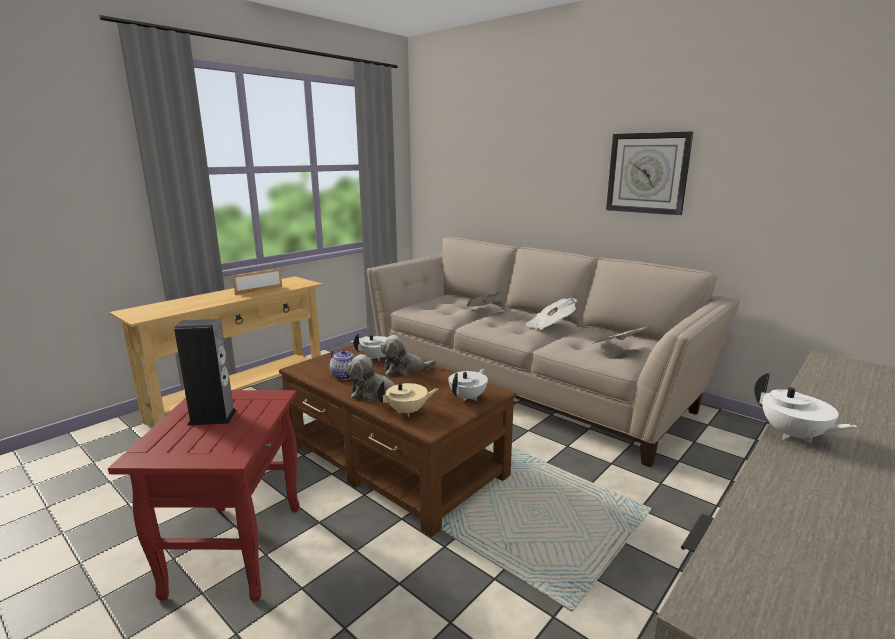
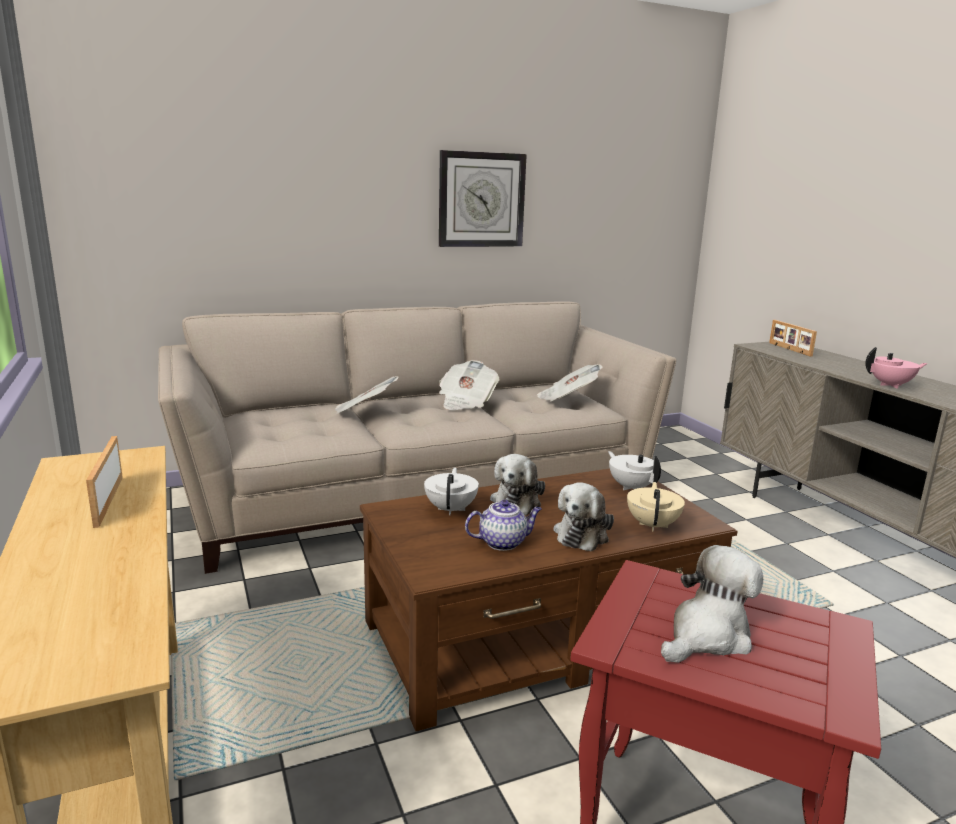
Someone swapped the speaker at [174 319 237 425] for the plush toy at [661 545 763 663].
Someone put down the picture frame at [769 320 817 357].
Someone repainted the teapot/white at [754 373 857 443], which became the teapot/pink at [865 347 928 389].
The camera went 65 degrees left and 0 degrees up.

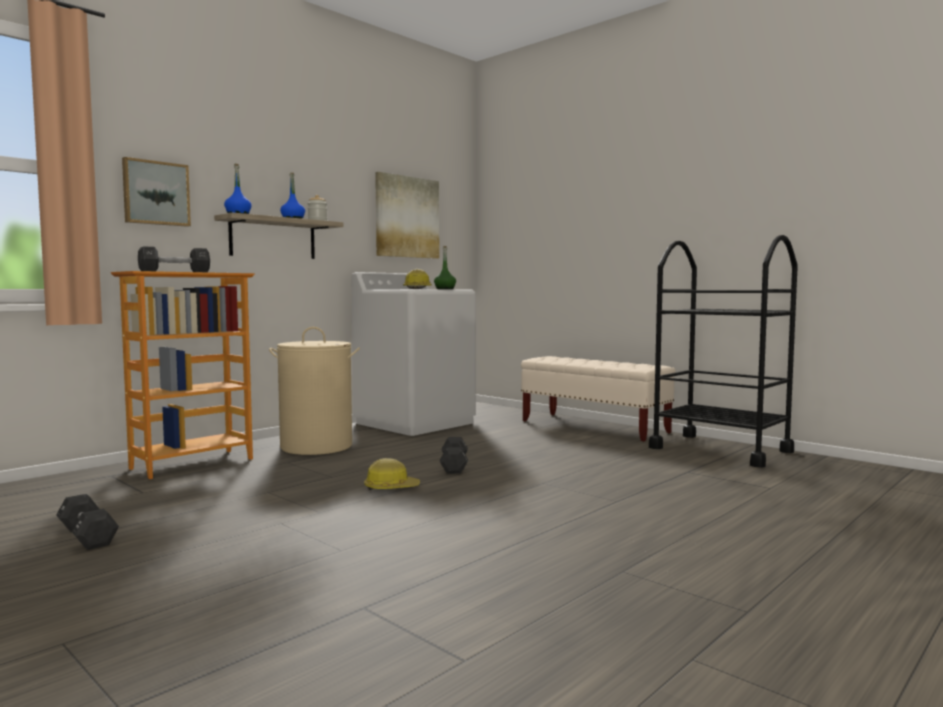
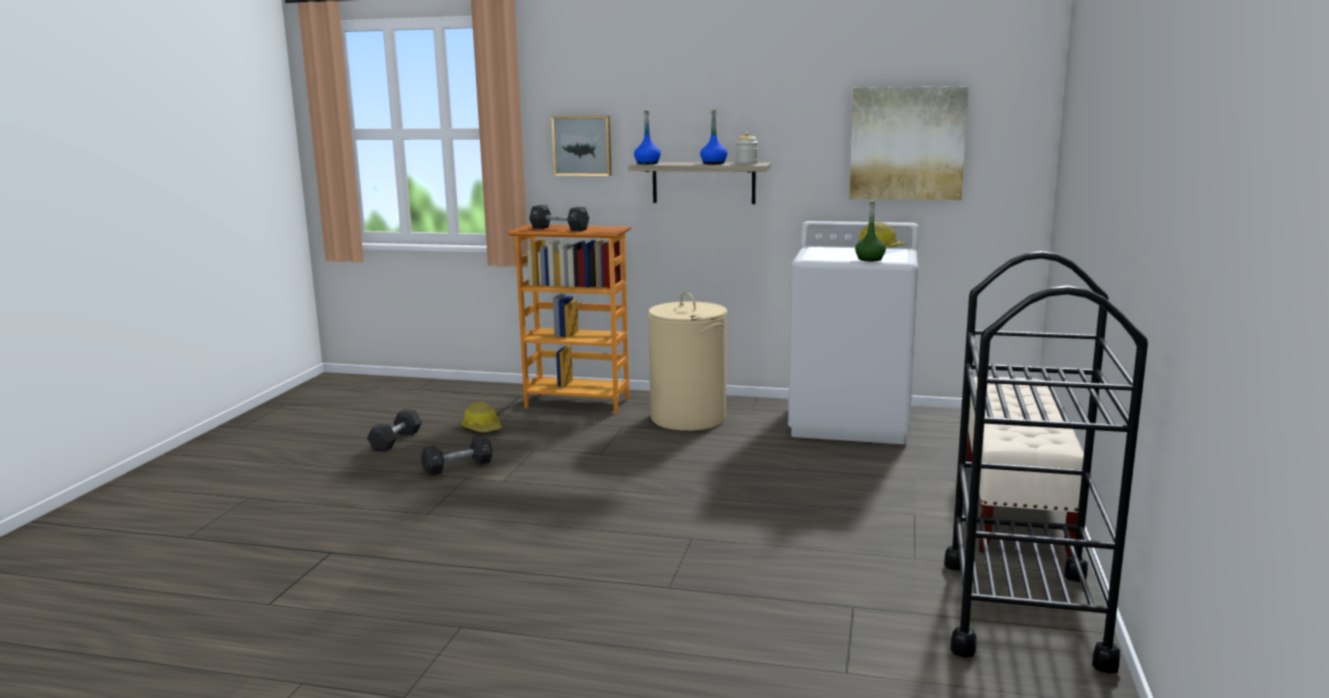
Someone carried the dumbbell/black from [440 437 468 474] to [421 435 493 476].
Someone carried the hard hat from [364 458 420 490] to [462 401 502 432].
The camera went 60 degrees right and 10 degrees up.

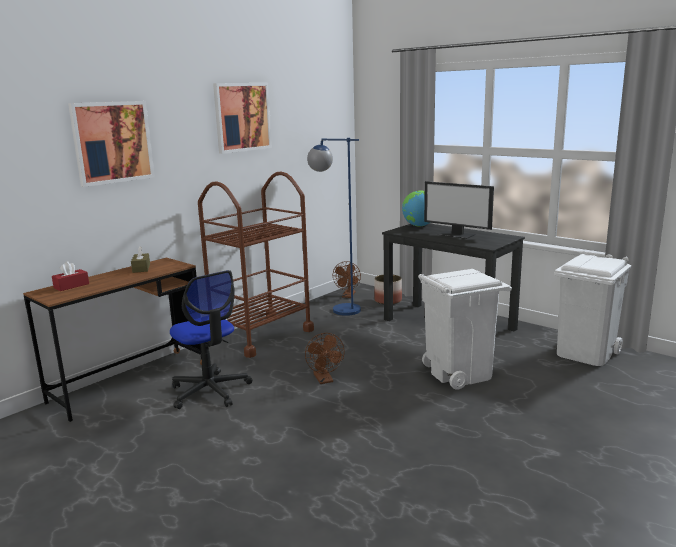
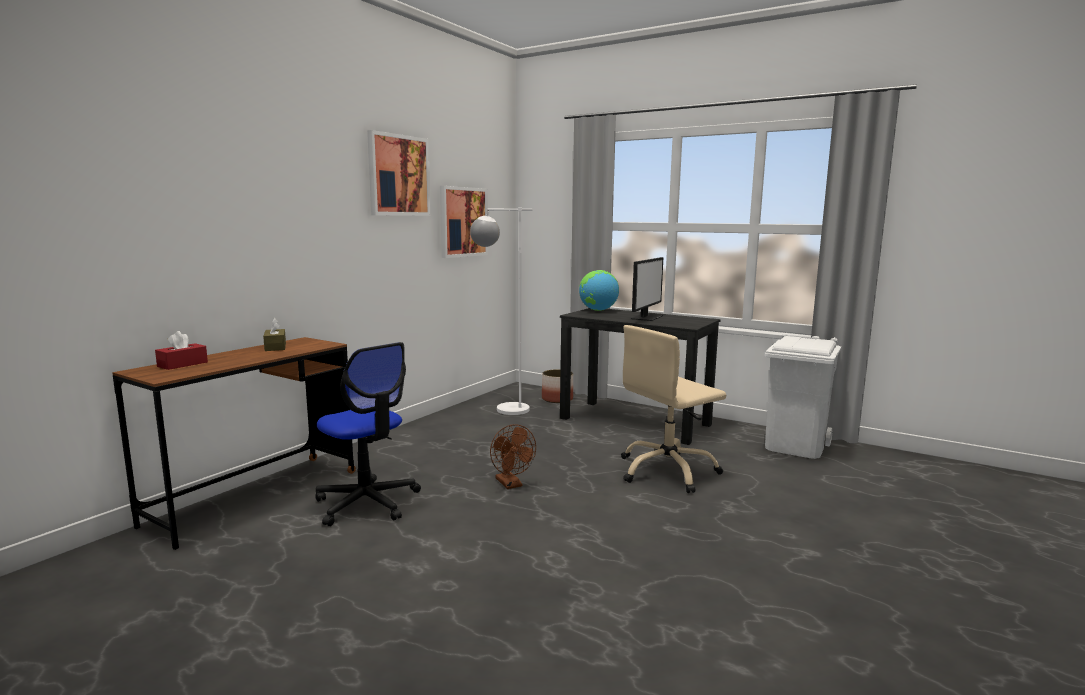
Someone carried the picture from [68 101 155 187] to [440 186 488 258].
Someone repainted the floor lamp/blue at [307 138 361 316], which became the floor lamp/white at [470 207 533 415].
Someone swapped the trash can/white at [418 269 512 390] for the office chair/beige at [621 325 726 493].
Someone rotated the monitor at [424 181 494 239] by 90 degrees counterclockwise.
Someone took away the cart/brown at [198 171 314 358].
Someone took away the fan/brown at [333 261 361 298].
The camera went 10 degrees left and 5 degrees down.

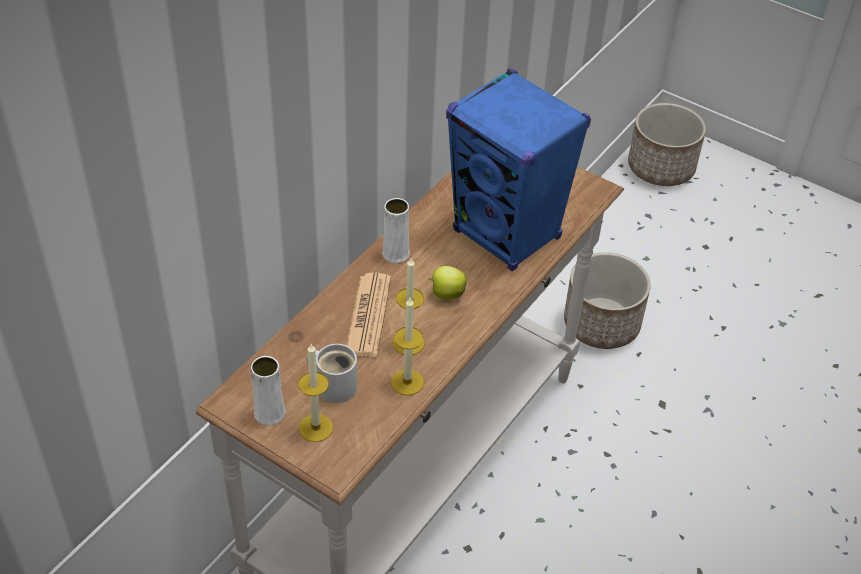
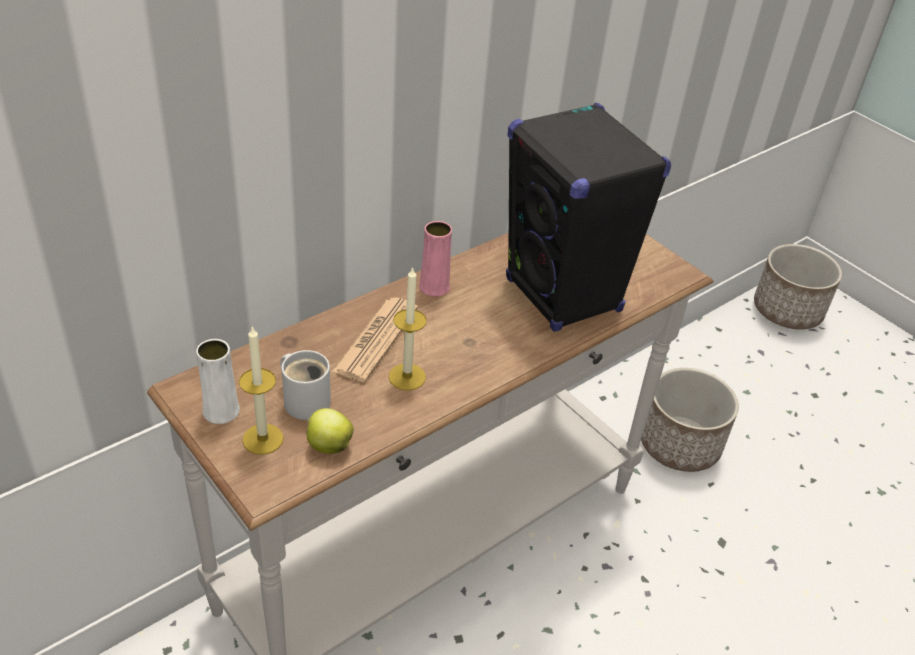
Someone carried the apple from [429 266 467 300] to [307 408 354 454].
Someone repainted the vase/white at [382 198 410 263], which became the vase/pink at [419 221 452 297].
Someone repainted the speaker/blue at [446 69 591 271], which became the speaker/black at [506 102 671 332].
Someone took away the candle at [391 298 424 395].
The camera went 15 degrees right and 5 degrees down.

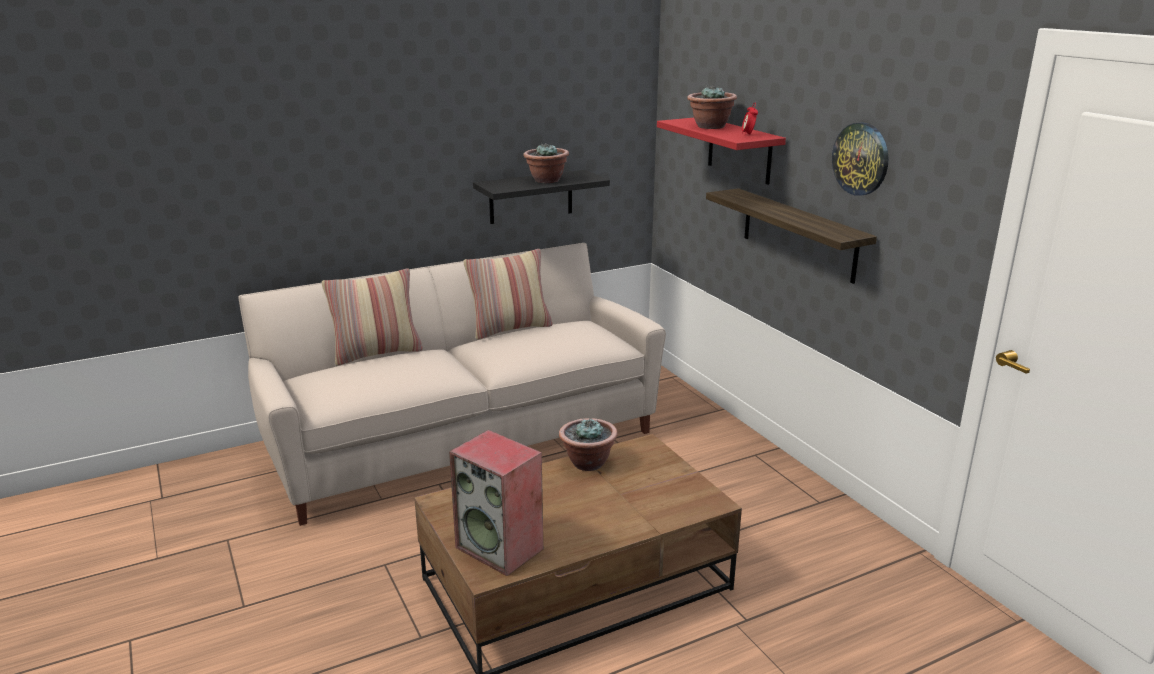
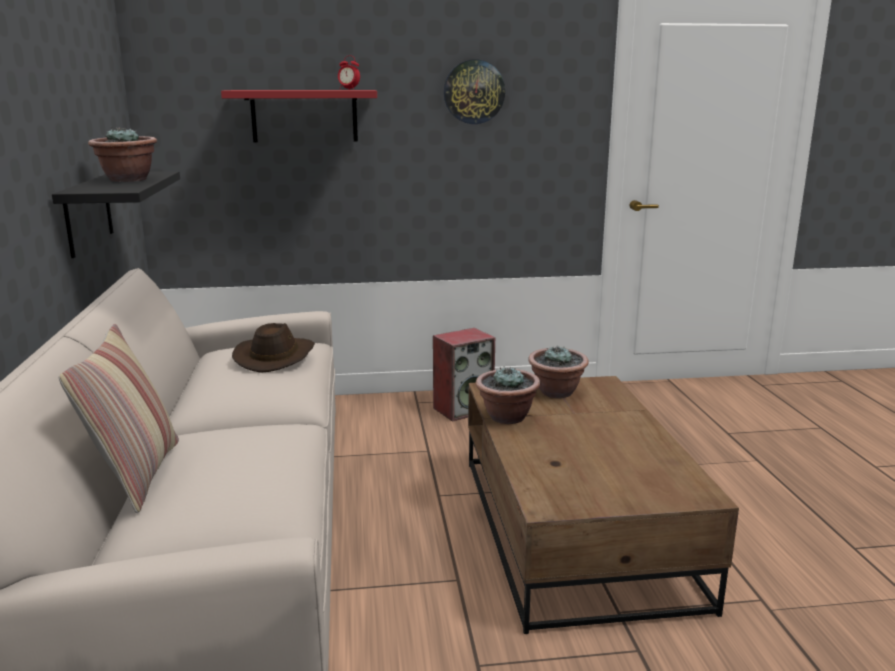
Someone put down the hat/brown at [232 323 315 373].
Someone carried the speaker from [449 430 543 576] to [433 328 495 422].
Someone carried the potted plant from [687 86 737 129] to [528 346 589 398].
Someone took away the pillow at [464 249 552 340].
Someone took away the shelf at [706 188 877 284].
The camera went 70 degrees left and 5 degrees down.

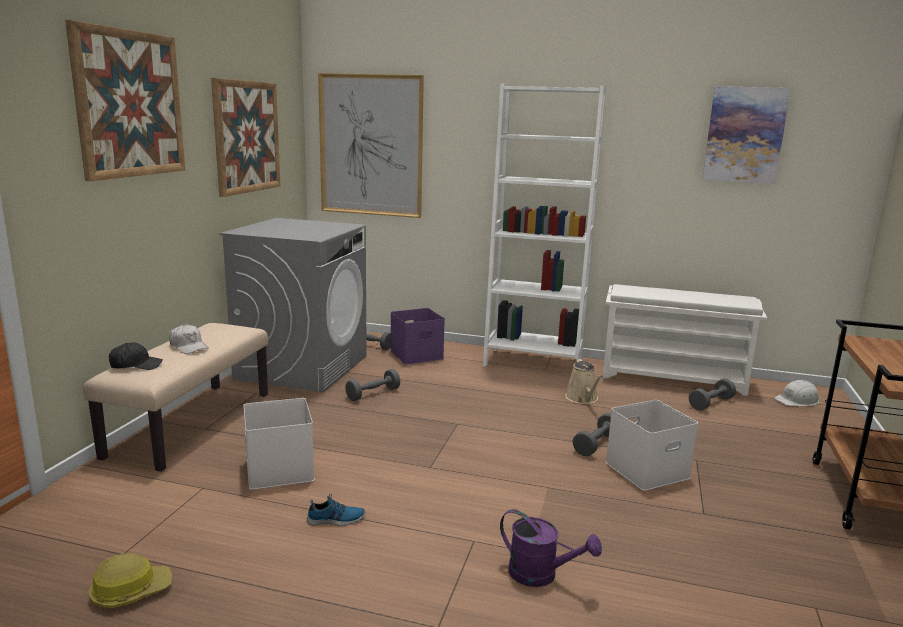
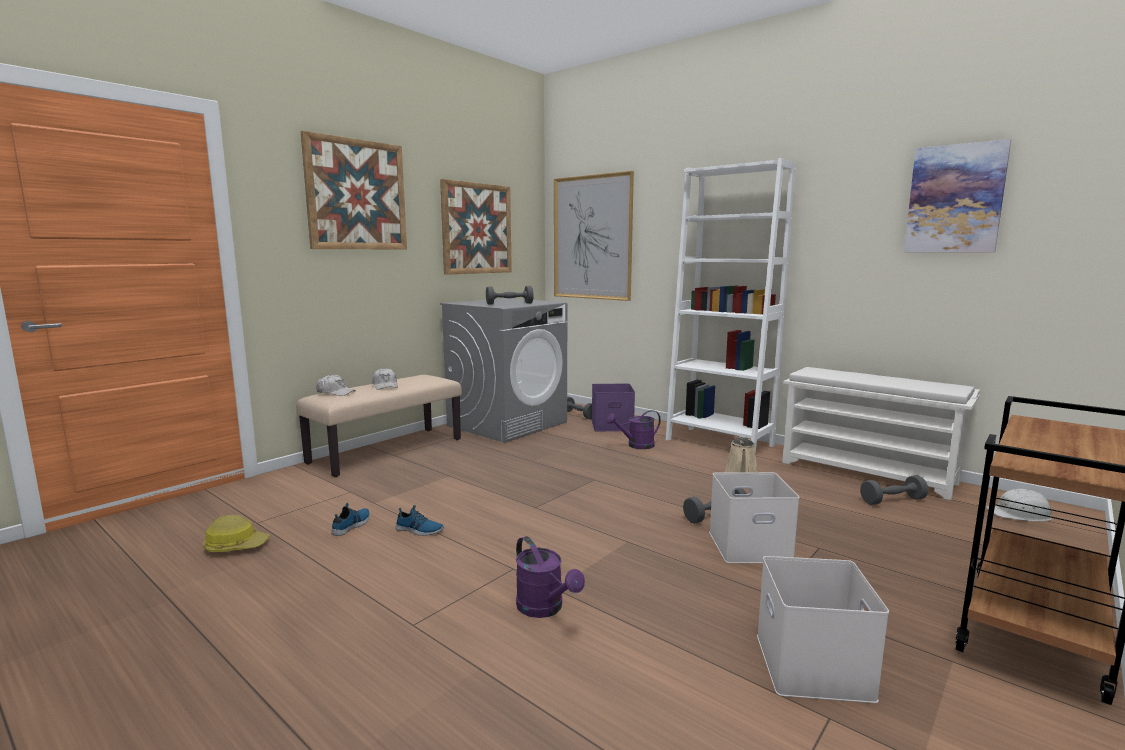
Someone repainted the cap/black at [109 342 163 370], which became the cap/white at [316 374 355 396].
Someone put down the shoe at [331 503 370 536].
Someone carried the dumbbell/grey from [345 369 400 401] to [486 286 533 304].
Someone put down the watering can/purple at [607 410 661 449].
Someone carried the storage box/white from [243 398 315 490] to [757 556 889 703].
The camera went 25 degrees right and 5 degrees down.

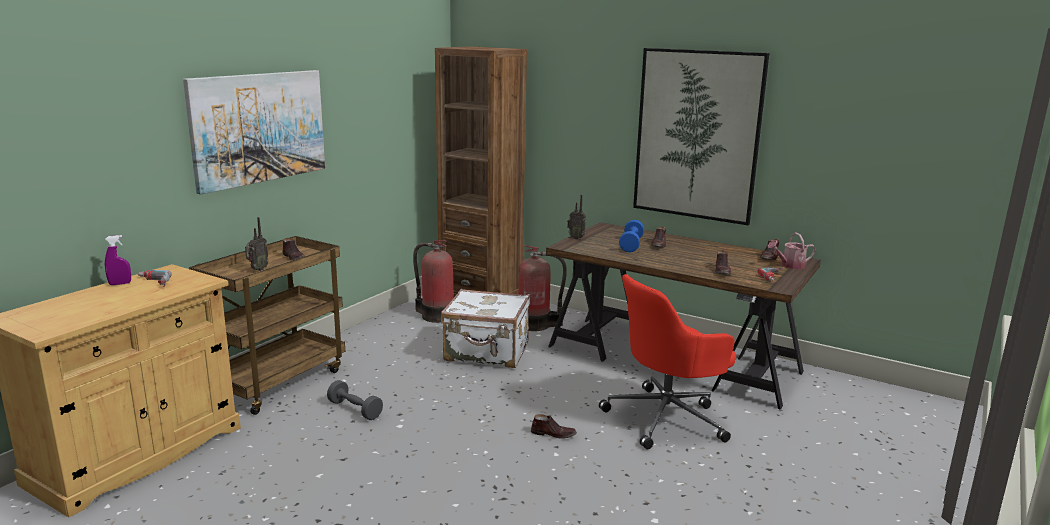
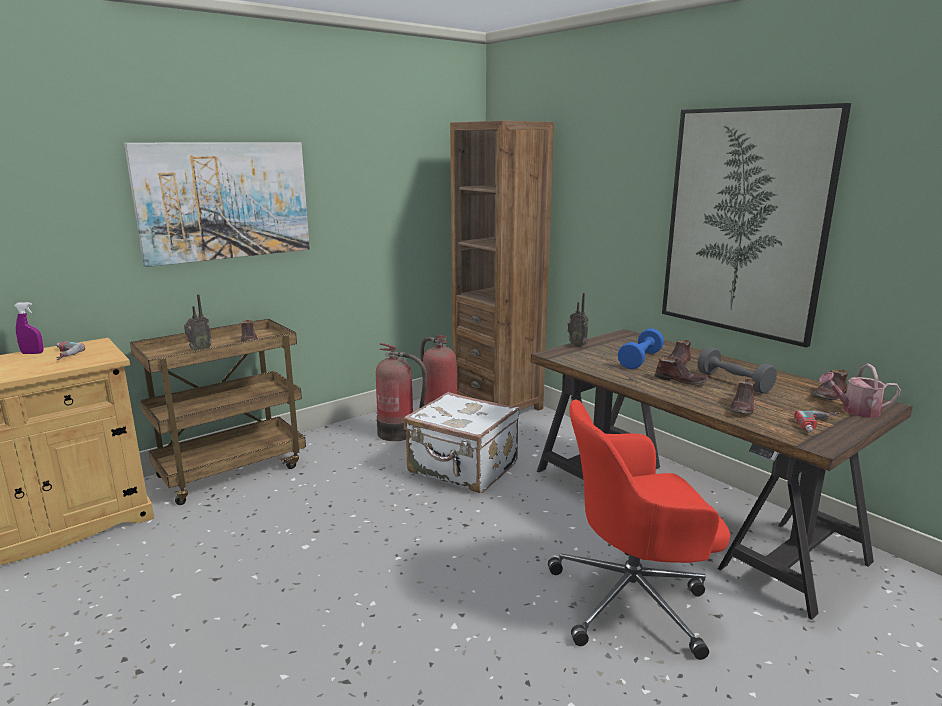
Someone carried the fire extinguisher from [518 245 567 331] to [376 343 427 441].
Someone carried the shoe/brown from [531 414 577 439] to [655 357 709 385].
Someone carried the dumbbell/grey from [327 380 383 420] to [697 347 777 394].
The camera went 20 degrees right and 0 degrees up.

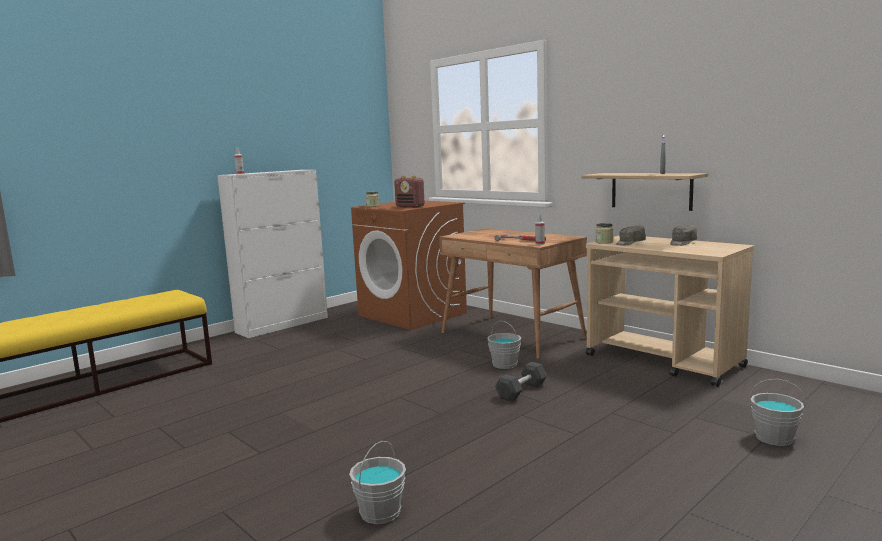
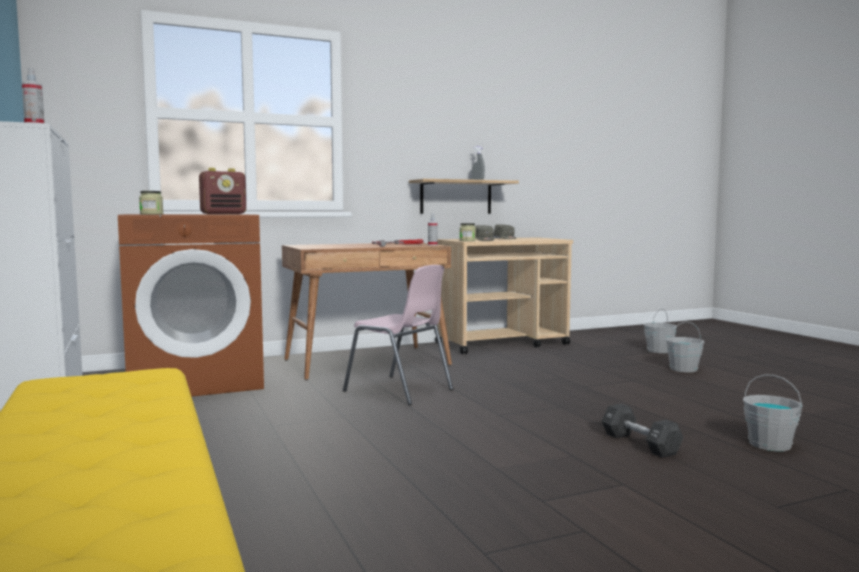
Someone put down the chair/pink at [343 265 453 405].
Someone carried the dumbbell/black from [495 362 547 402] to [601 404 683 458].
Someone carried the bucket/grey from [487 321 521 369] to [666 322 704 372].
The camera went 70 degrees left and 5 degrees down.

